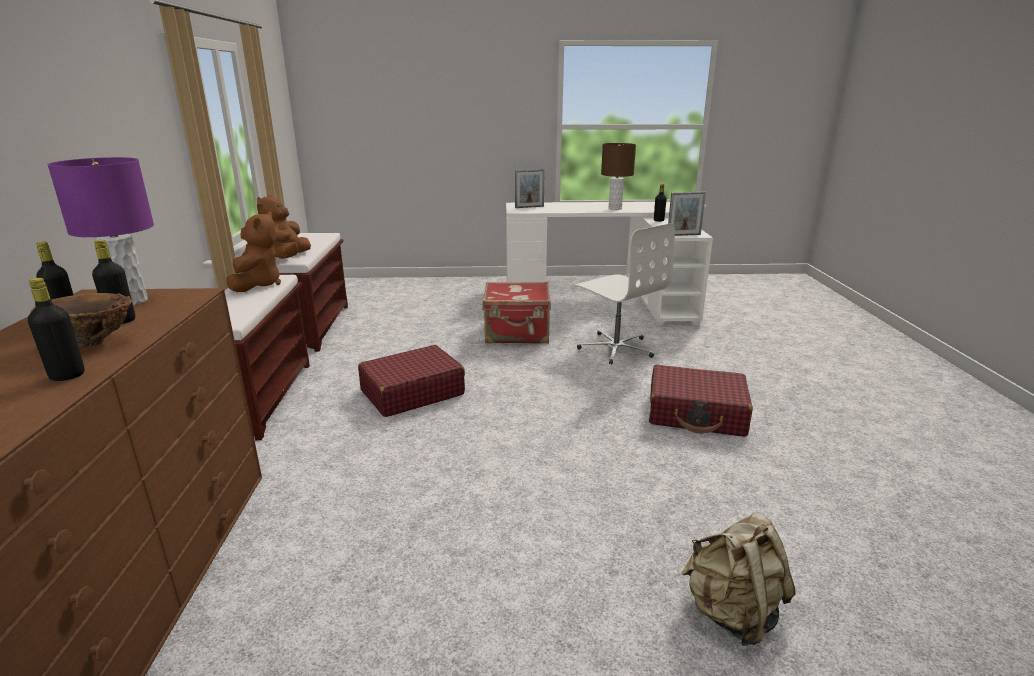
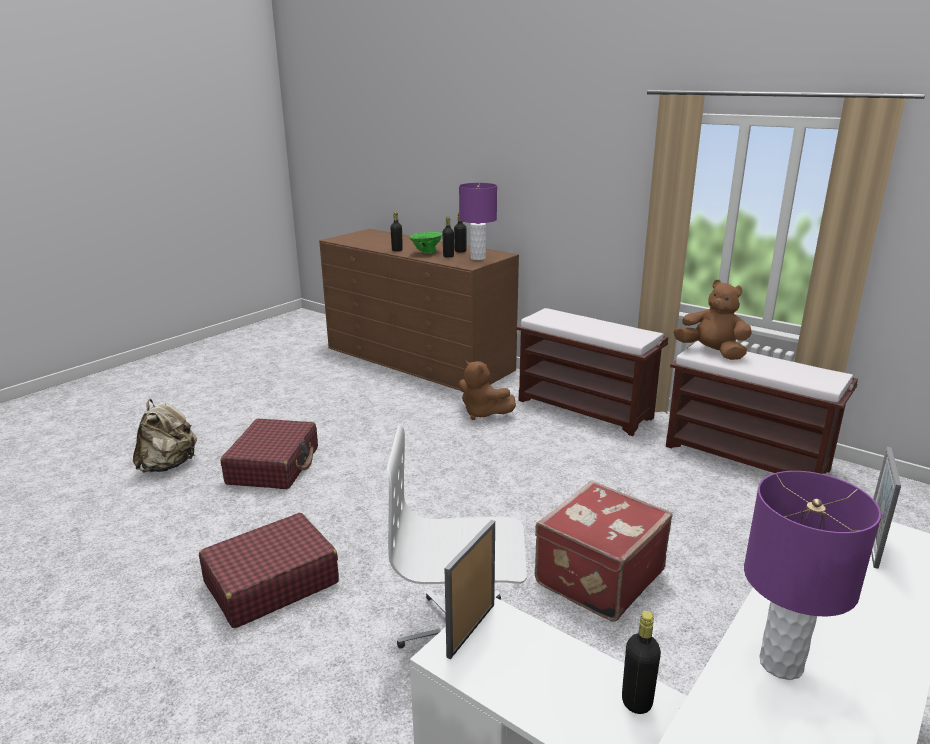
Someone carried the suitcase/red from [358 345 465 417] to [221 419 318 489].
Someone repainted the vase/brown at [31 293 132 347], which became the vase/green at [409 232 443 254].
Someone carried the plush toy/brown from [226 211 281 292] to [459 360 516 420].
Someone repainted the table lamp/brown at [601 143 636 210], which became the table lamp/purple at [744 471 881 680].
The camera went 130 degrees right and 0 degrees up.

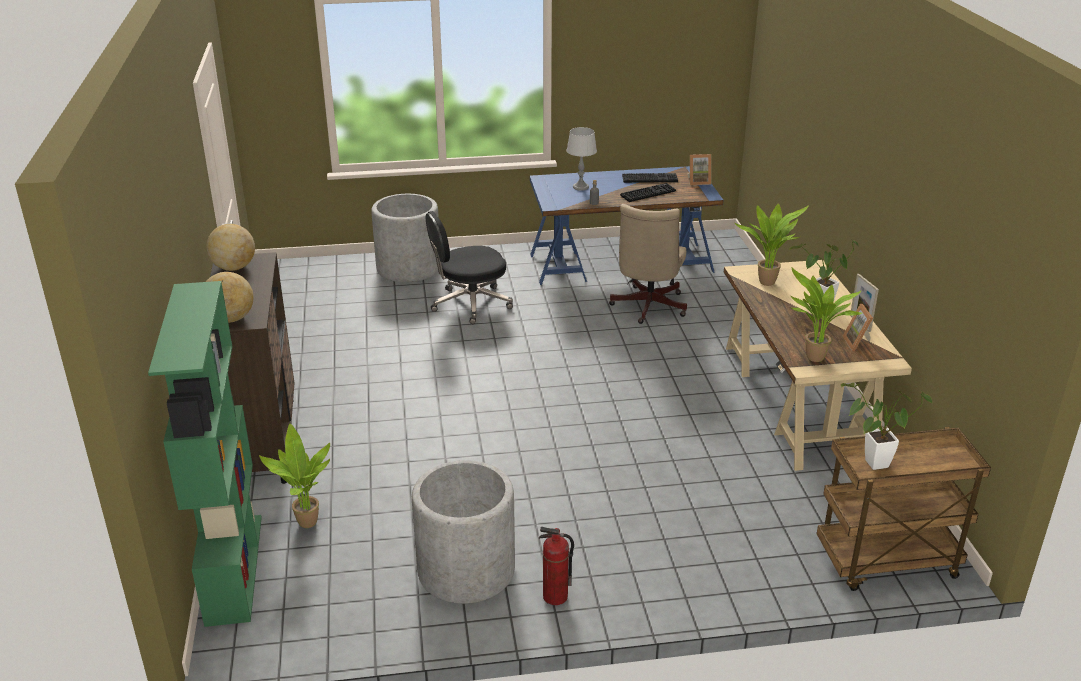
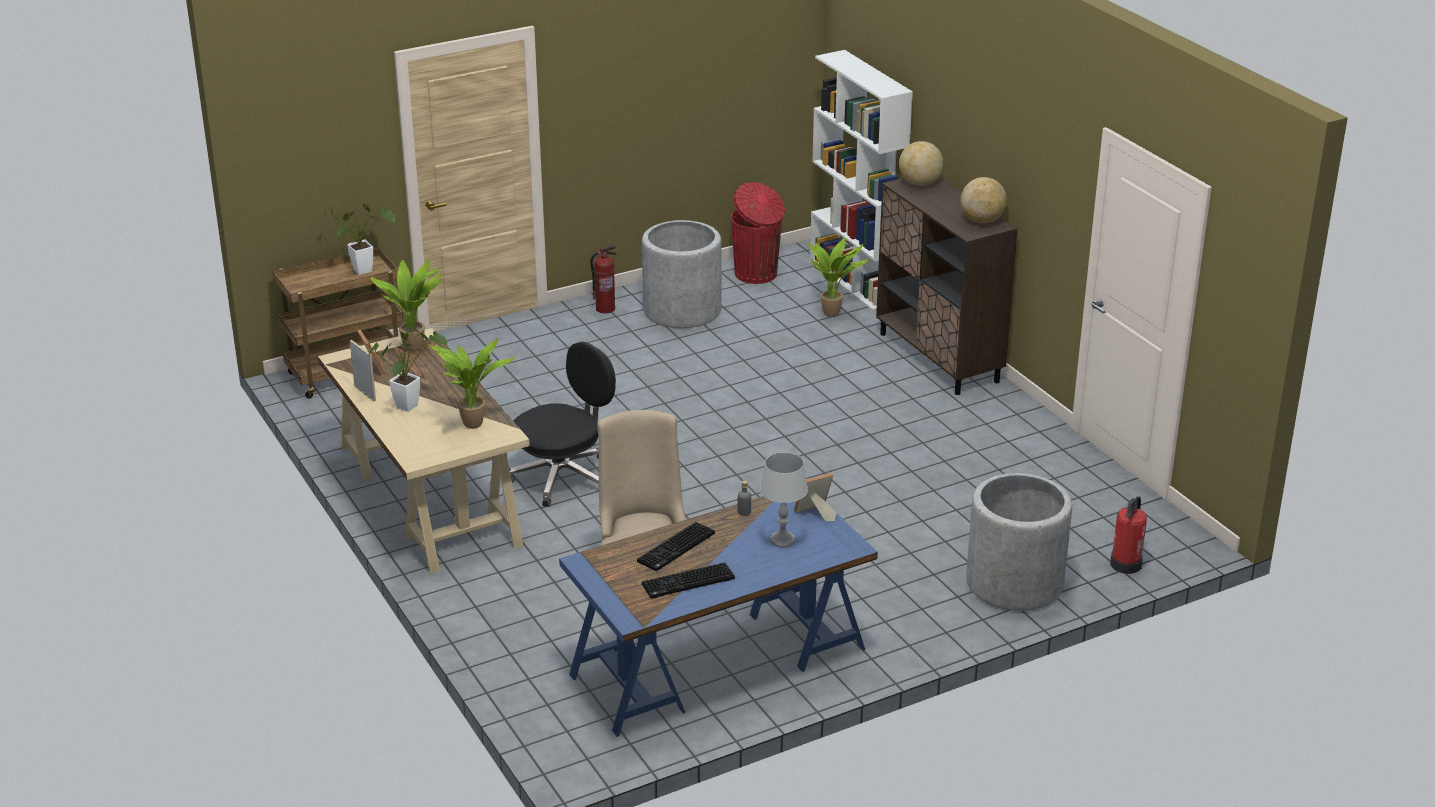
Someone carried the office chair/black from [426 211 513 324] to [509 342 616 507].
Someone put down the trash can/red at [731 182 785 284].
Someone carried the picture frame from [687 154 711 185] to [794 473 836 521].
Someone repainted the bookcase/green at [148 281 262 627], which became the bookcase/white at [810 50 913 311].
Someone put down the fire extinguisher at [1110 496 1147 574].
The camera went 160 degrees right and 0 degrees up.

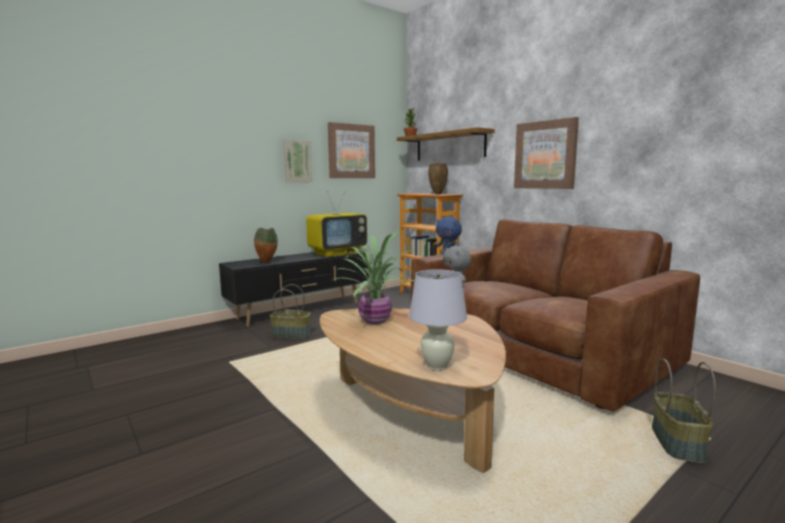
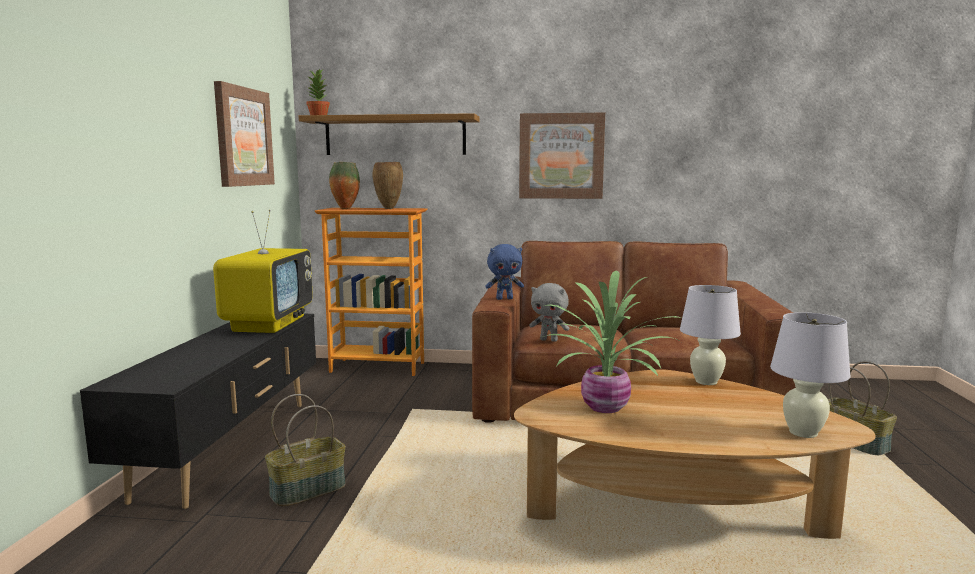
Someone carried the vase from [254 228 278 263] to [329 162 360 209].
Someone put down the table lamp/white at [680 285 741 385].
Someone took away the picture at [283 140 312 183].
The camera went 45 degrees left and 0 degrees up.

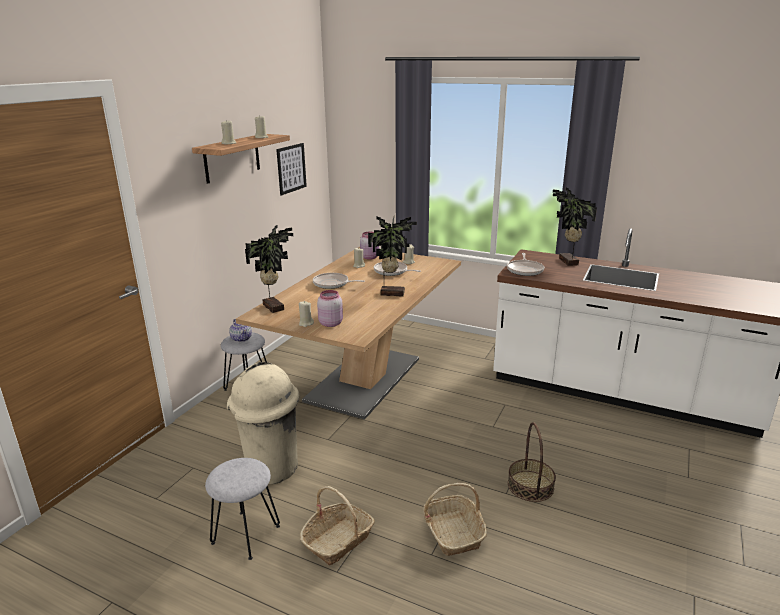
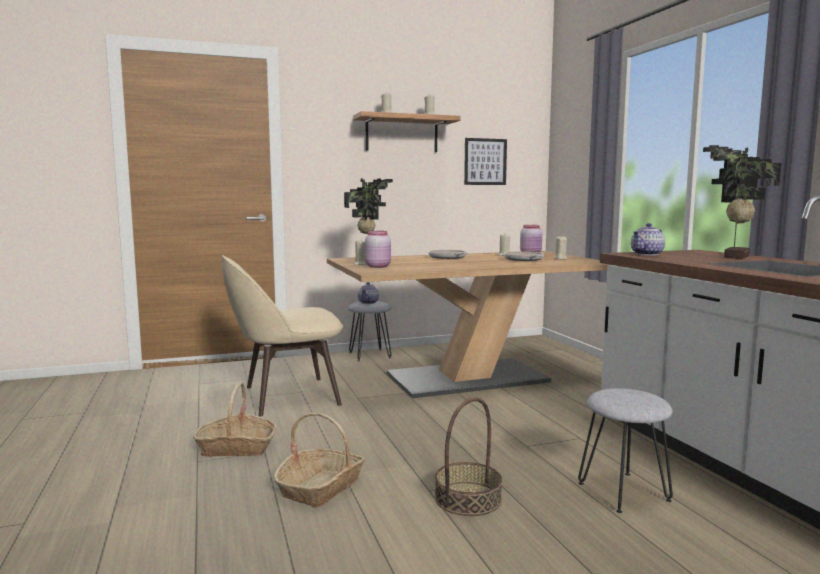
Someone swapped the trash can/beige at [227 362 300 484] for the chair/beige at [222 255 343 416].
Someone carried the stool/grey from [205 458 280 560] to [578 388 673 513].
Someone swapped the frying pan at [507 253 544 276] for the teapot at [631 223 665 256].
Someone took away the potted plant at [368 216 417 297].
The camera went 45 degrees right and 15 degrees down.

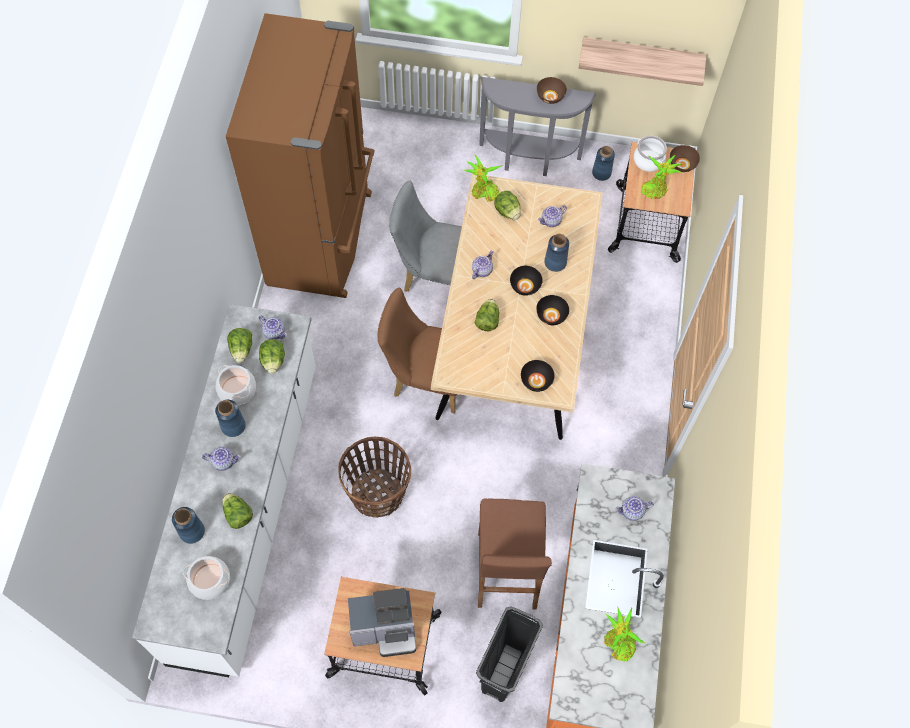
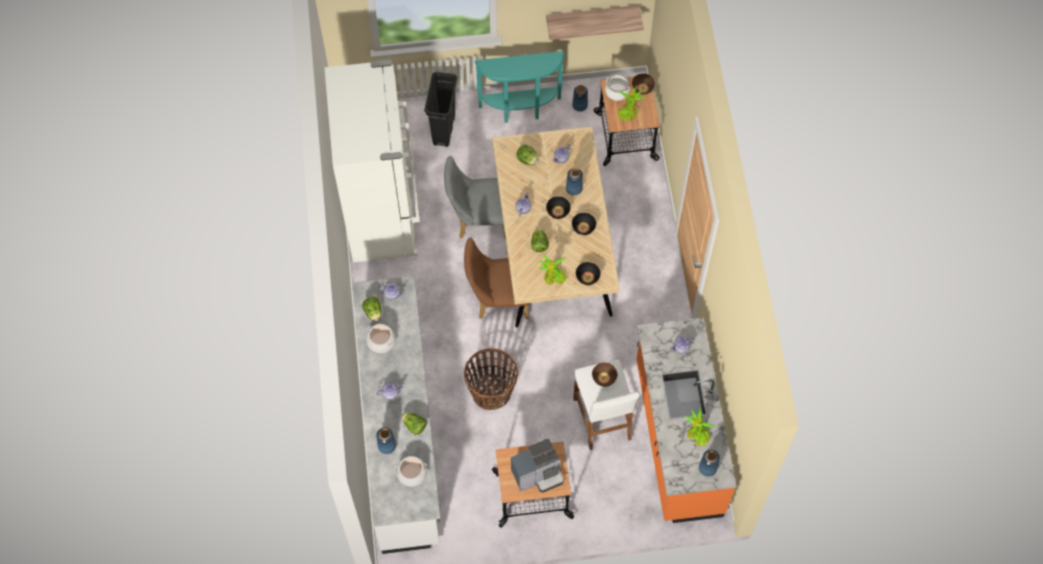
Someone repainted the fridge/brown at [226 13 375 298], which became the fridge/white at [324 60 420 263].
Someone carried the trash can/black from [476 606 543 702] to [424 72 458 147].
Someone repainted the console table/grey at [479 77 596 176], which became the console table/turquoise at [474 51 564 123].
Someone carried the potted plant from [463 155 502 202] to [538 254 566 285].
Someone repainted the stool/brown at [478 498 552 609], which became the stool/white at [573 360 639 450].
Someone carried the bowl/brown from [537 77 567 104] to [592 363 618 387].
Someone carried the vase/blue from [215 400 246 437] to [699 450 720 476].
Someone took away the lettuce at [259 339 285 374].
The camera went 15 degrees left and 0 degrees up.

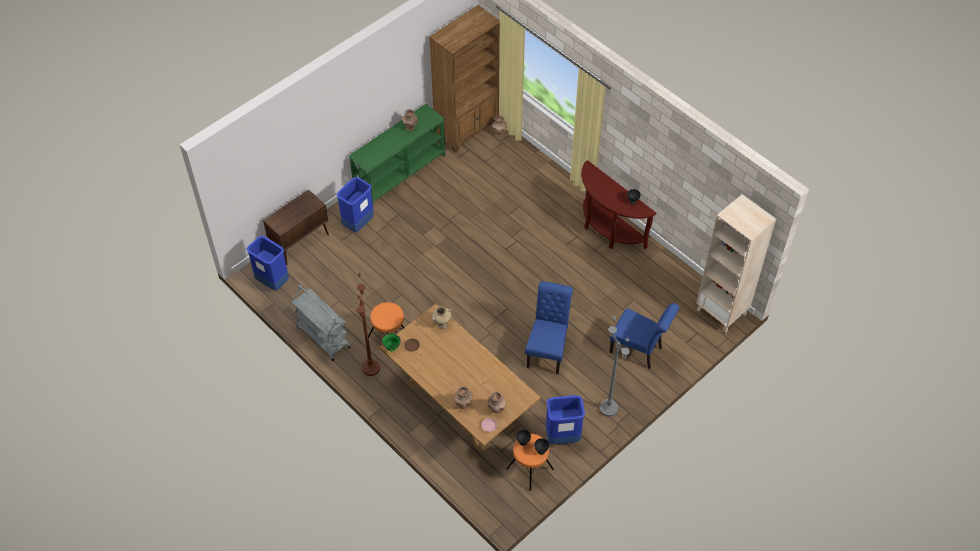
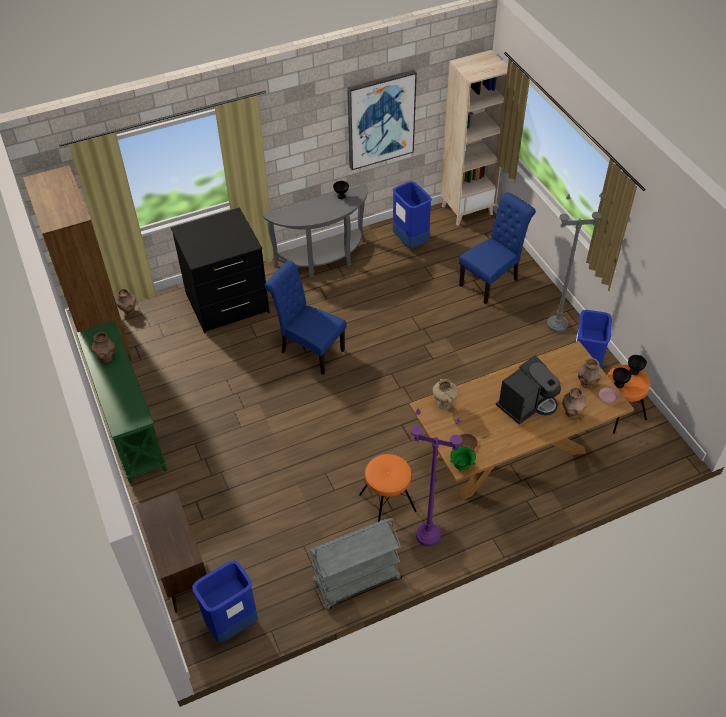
Someone put down the dresser/black at [171 207 270 334].
Someone repainted the console table/brown at [581 160 656 249], which became the console table/grey at [263 184 368 278].
Someone carried the chair/blue from [525 281 573 374] to [265 261 347 375].
Someone put up the picture at [347 70 417 170].
Someone carried the trash can/blue from [337 177 374 232] to [393 181 432 248].
Someone repainted the floor lamp/brown at [357 273 380 376], which became the floor lamp/purple at [411 409 462 546].
Someone put down the coffee machine at [496 355 561 425].
The camera went 70 degrees left and 5 degrees down.

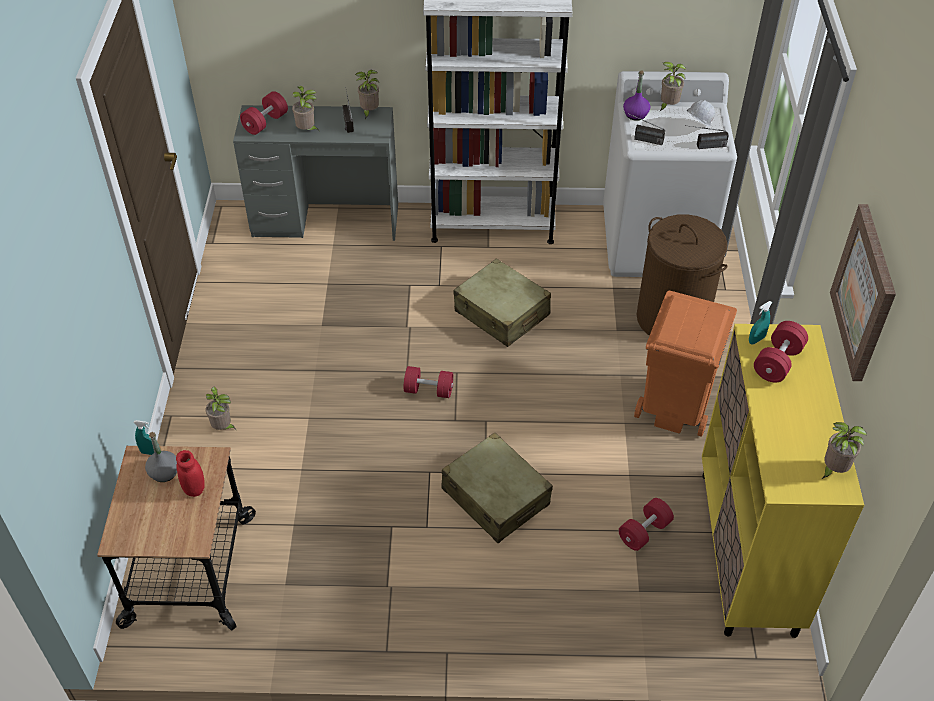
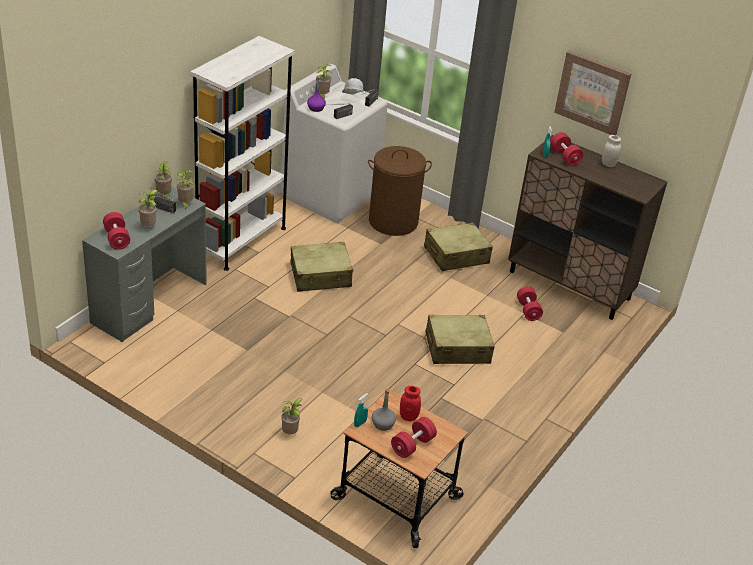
Someone carried the potted plant from [822 422 867 479] to [176 170 194 209].
Someone carried the dumbbell/red from [404 366 453 398] to [391 417 437 458].
Someone swapped the trash can/orange at [634 291 737 437] for the suitcase/beige at [424 222 493 271].
Someone repainted the cabinet/yellow at [702 324 864 638], which became the cabinet/brown at [508 135 667 320].
Someone put down the jar/white at [602 135 621 167].
The camera went 60 degrees left and 10 degrees down.

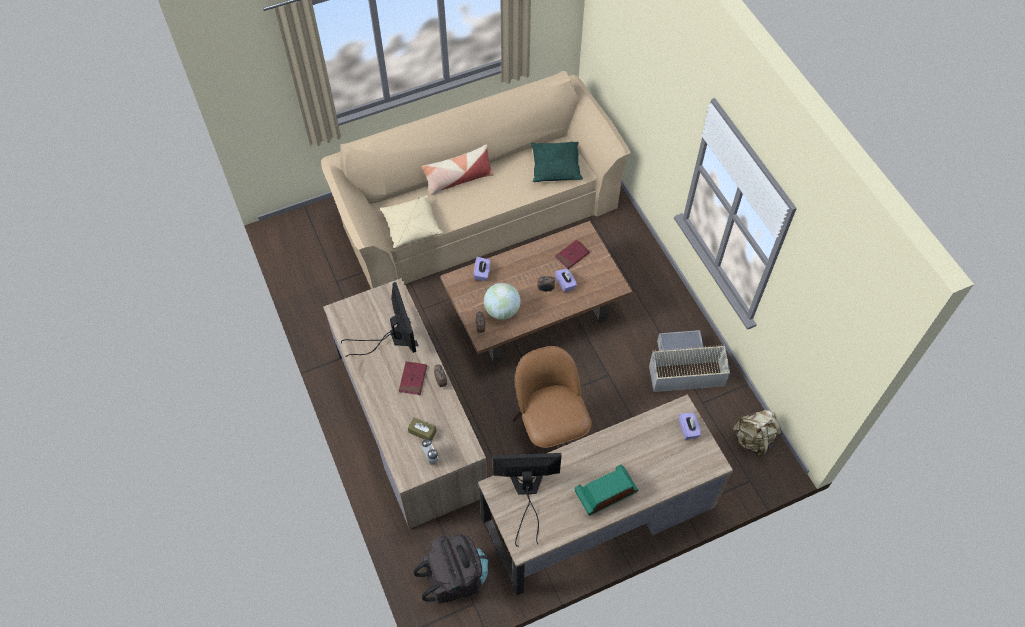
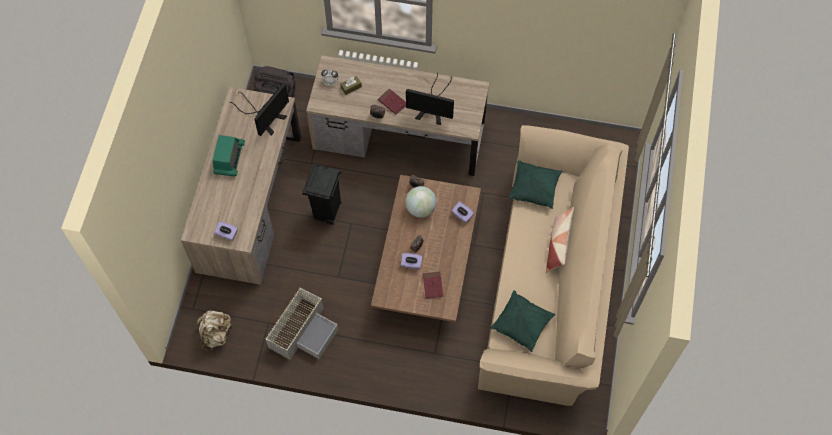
Someone swapped the chair/brown at [513 346 592 454] for the trash can/black at [302 164 342 225].
Someone repainted the pillow/beige at [380 195 443 248], which became the pillow/green at [509 160 562 209].
The camera went 125 degrees right and 5 degrees up.

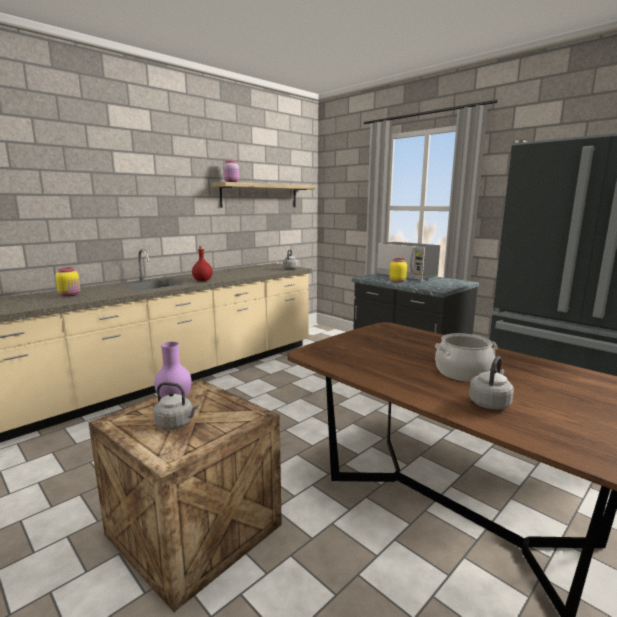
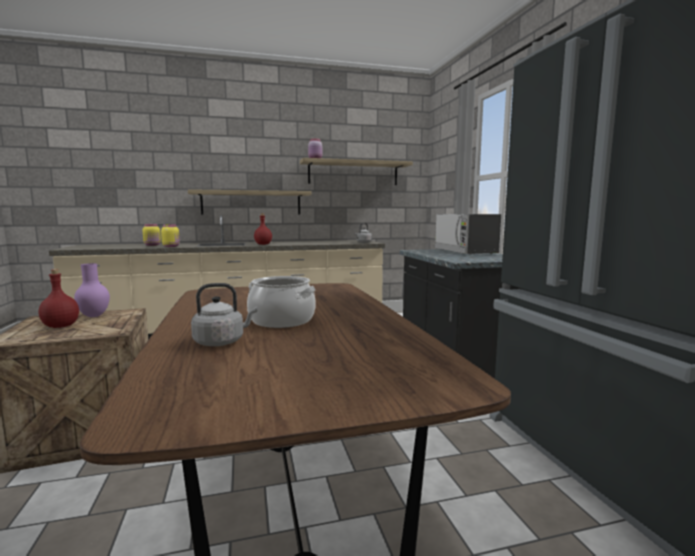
Someone swapped the kettle/grey at [153 382 199 429] for the bottle/red at [39 269 79 328].
Someone carried the jar/yellow from [389 258 407 283] to [161 224 180 247].
Someone put up the shelf at [188 189 312 215].
The camera went 30 degrees right and 5 degrees down.

